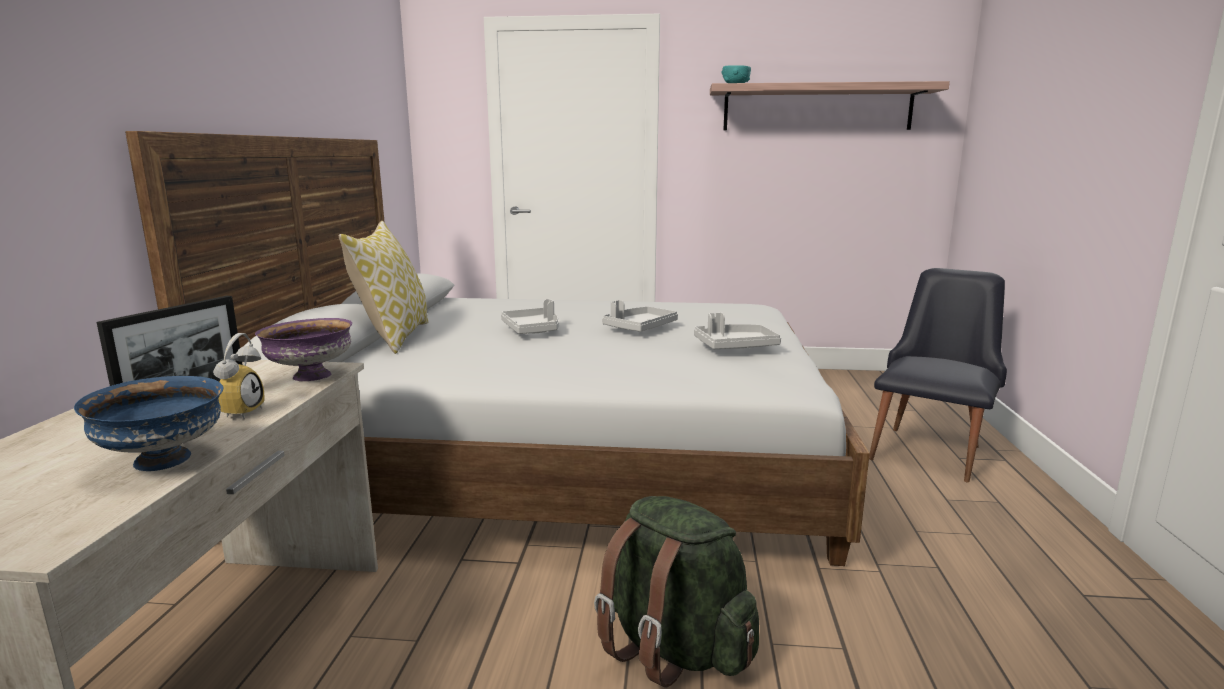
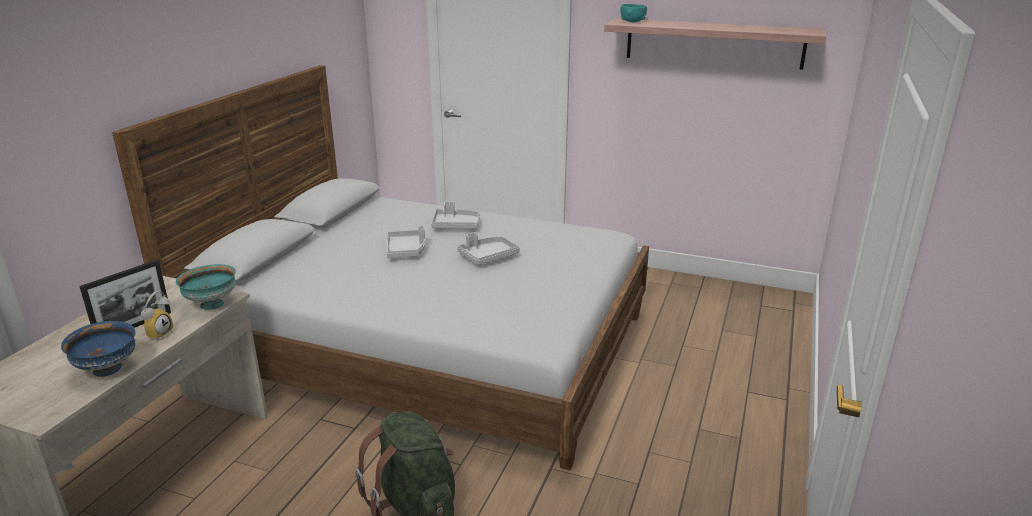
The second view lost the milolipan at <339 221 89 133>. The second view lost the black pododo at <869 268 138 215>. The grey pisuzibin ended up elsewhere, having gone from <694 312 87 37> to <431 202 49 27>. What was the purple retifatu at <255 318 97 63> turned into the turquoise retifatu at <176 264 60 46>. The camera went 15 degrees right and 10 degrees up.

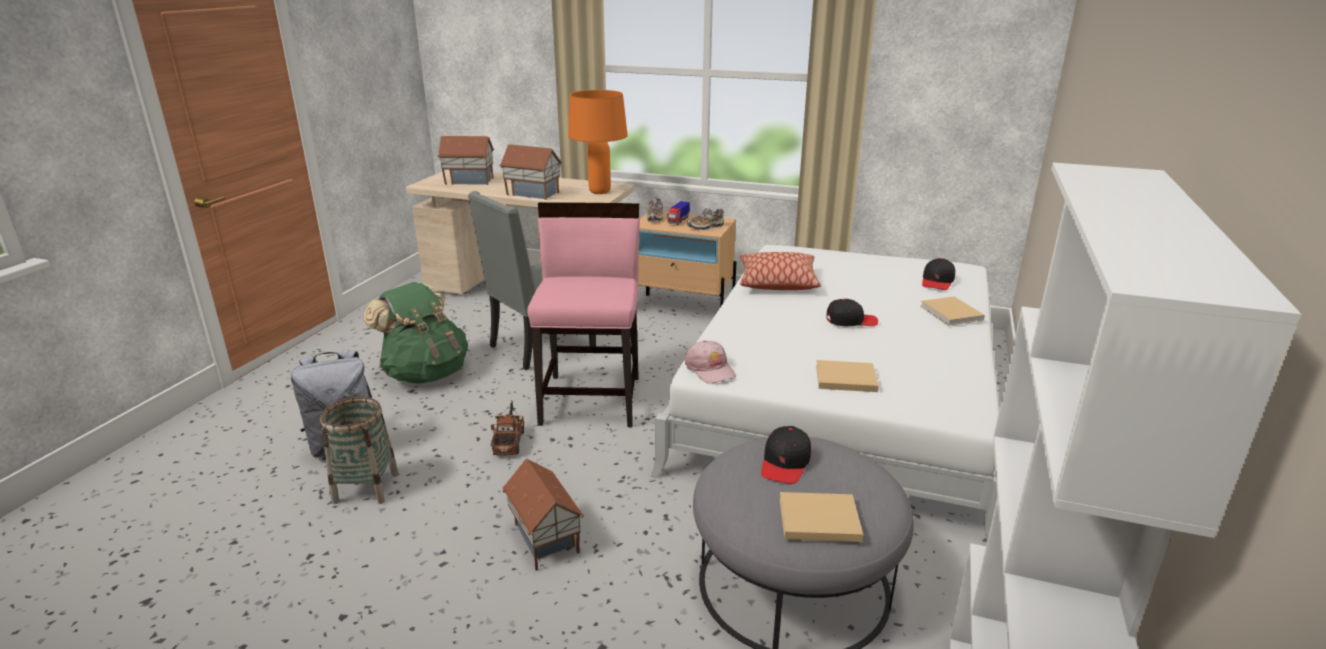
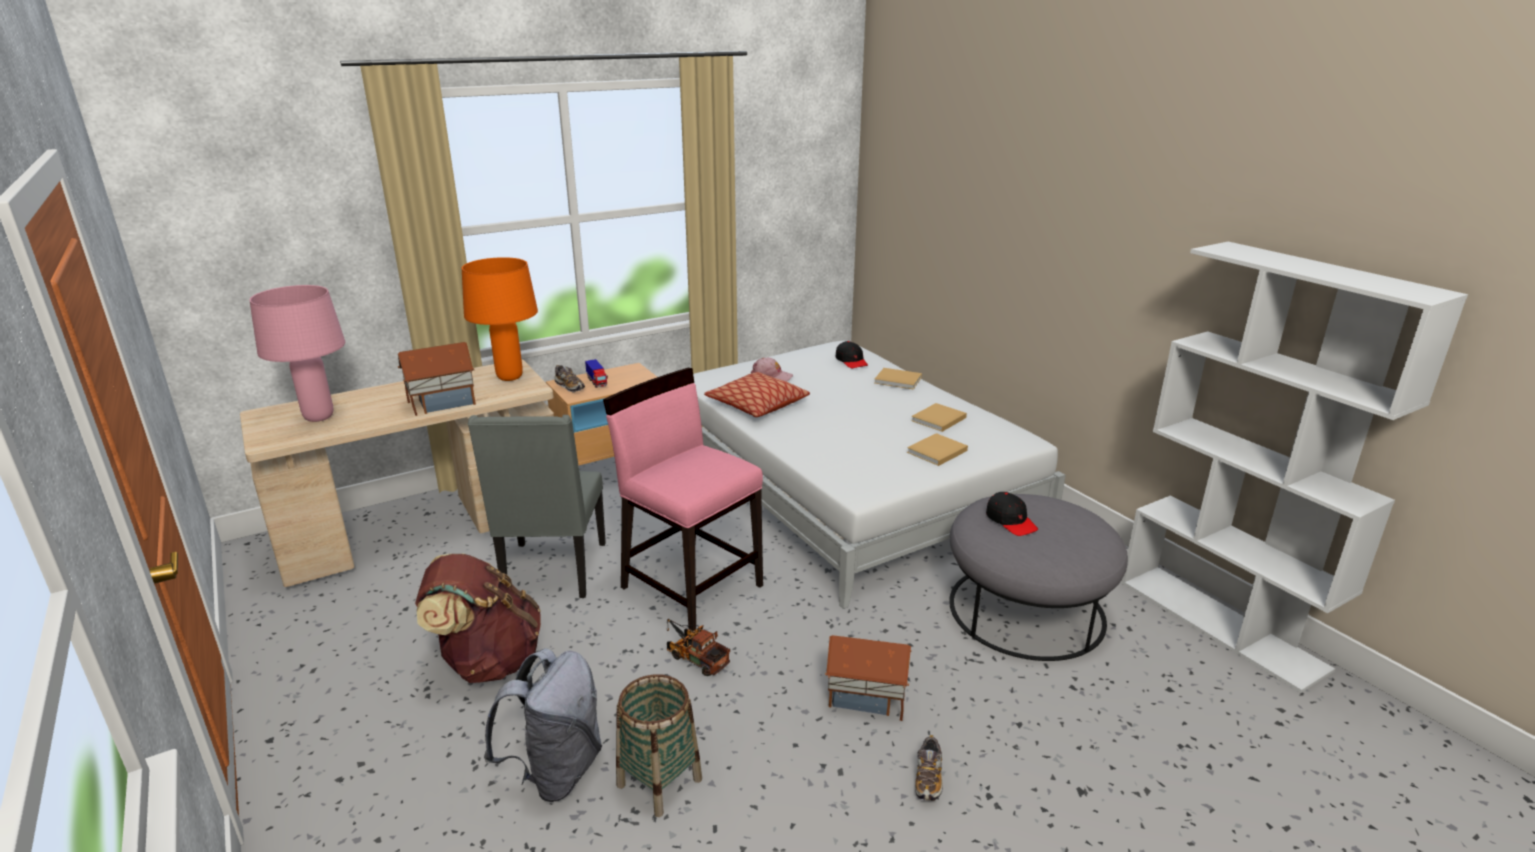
Where the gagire stood at <437 136 57 49>, the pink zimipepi came to stand at <249 285 96 137>. The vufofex ended up elsewhere, having gone from <687 208 37 22> to <915 735 28 66>. What was the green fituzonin at <364 282 104 102> turned into the brown fituzonin at <415 554 126 129>. The second view lost the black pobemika at <826 299 52 27>. The pink pobemika ended up elsewhere, having gone from <685 340 51 43> to <751 358 42 23>. The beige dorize ended up elsewhere, having gone from <779 492 84 50> to <911 403 56 29>. The camera went 50 degrees left and 0 degrees up.

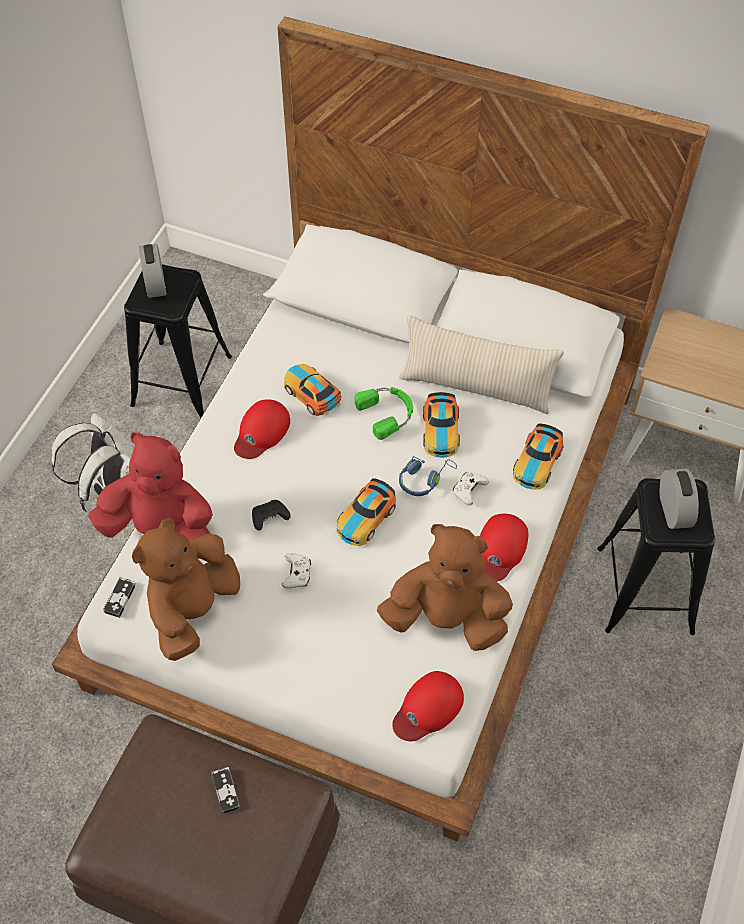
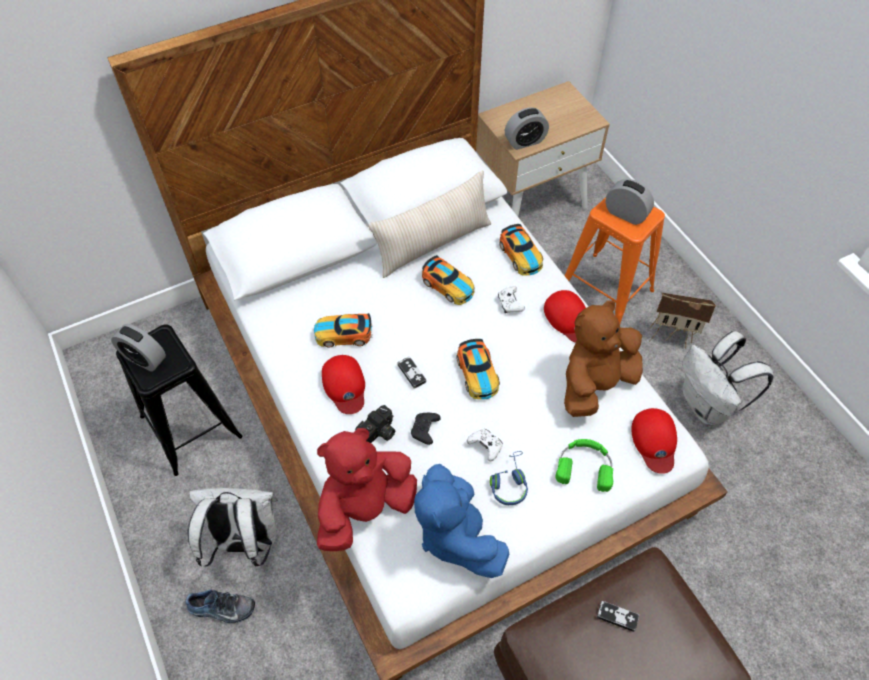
The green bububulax ended up elsewhere, having gone from <355 387 58 53> to <555 439 58 53>. The blue bububulax ended up elsewhere, having gone from <399 456 58 40> to <490 451 38 54>. What was the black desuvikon at <597 478 118 157> turned into the orange desuvikon at <565 197 100 127>. What was the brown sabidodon at <132 518 108 143> turned into the blue sabidodon at <414 464 95 114>. The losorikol ended up elsewhere, having gone from <103 577 33 41> to <397 356 29 33>. The second view gained the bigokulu at <505 107 44 43>. The second view gained the gagire at <649 293 67 56>. The second view gained the white fituzonin at <682 331 92 94>. The second view gained the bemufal at <355 405 40 38>. The second view gained the vufofex at <186 589 69 34>. The camera went 50 degrees left and 0 degrees up.

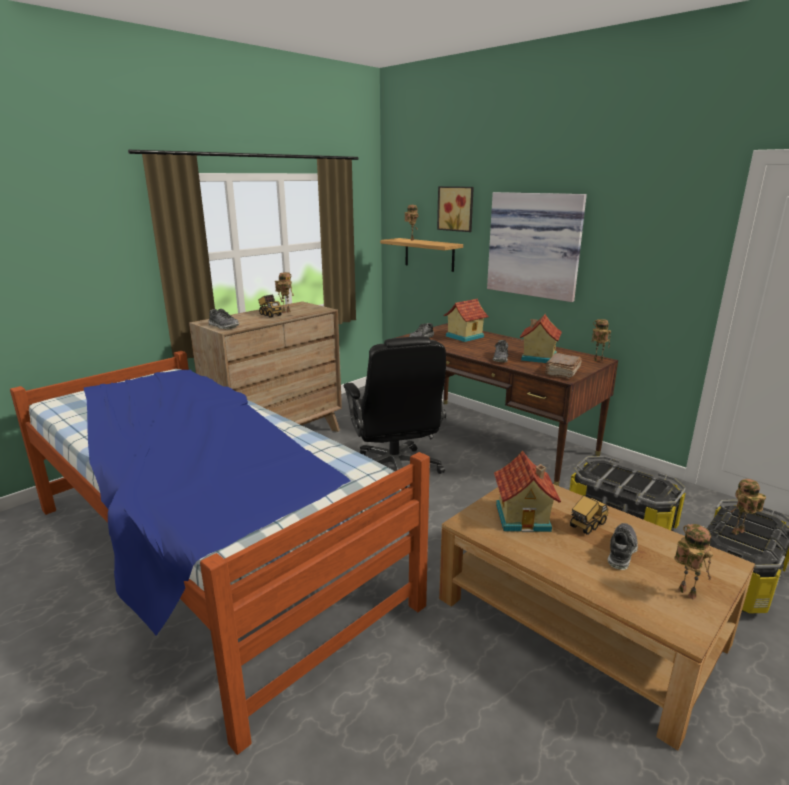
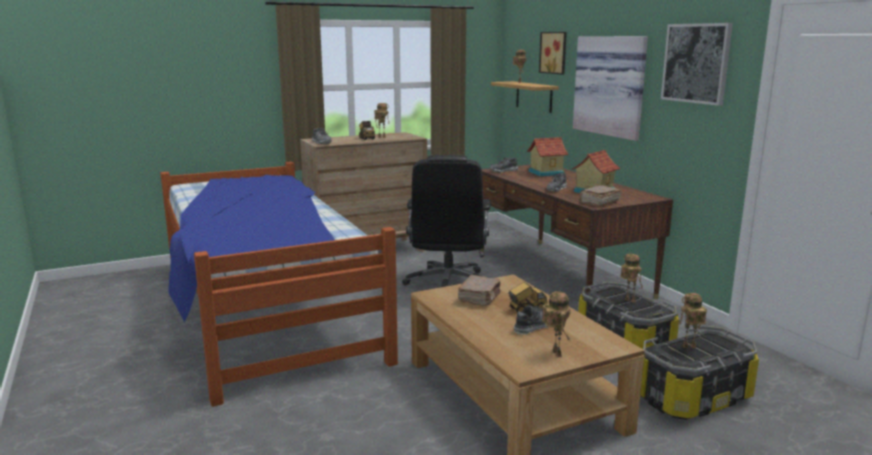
The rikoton ended up elsewhere, having gone from <591 319 20 43> to <621 254 22 49>. Where the gagire stood at <494 451 67 81>, the brown dorize came to stand at <458 275 43 31>. The second view gained the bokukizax at <661 23 72 83>. The camera went 20 degrees right and 5 degrees down.

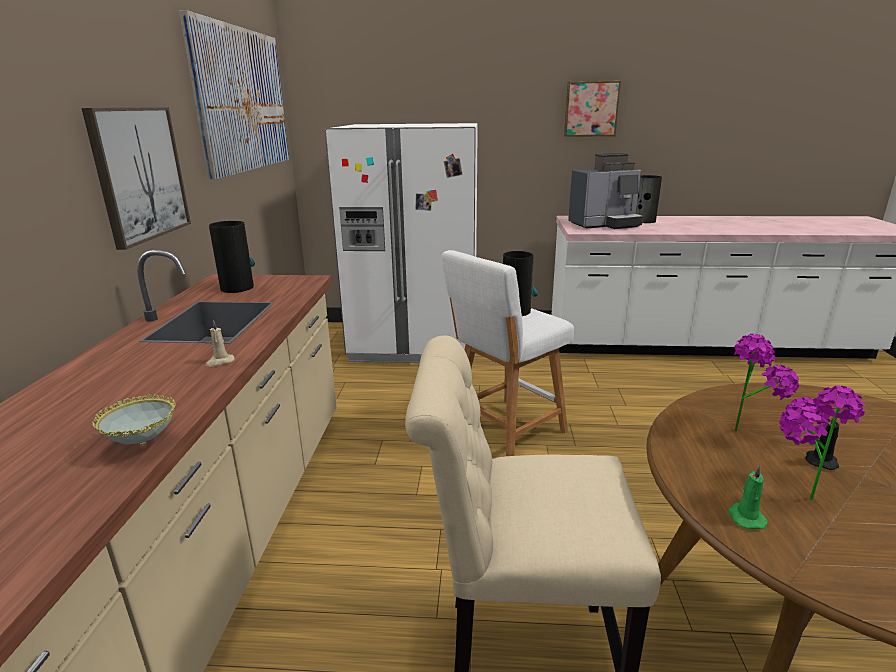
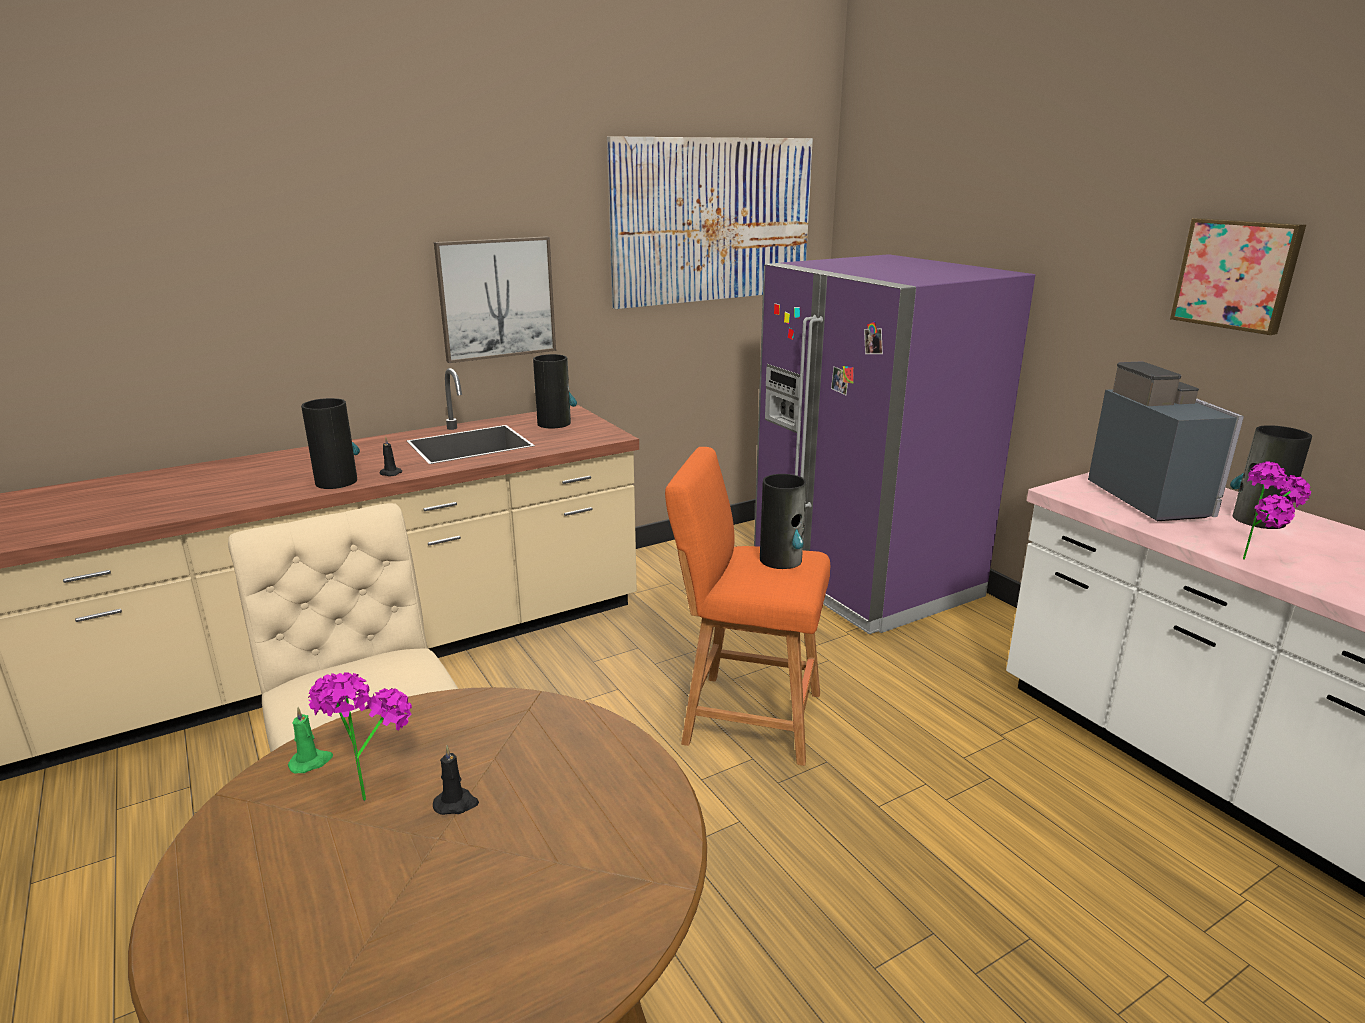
What was the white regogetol at <325 123 153 240> turned into the purple regogetol at <754 254 281 380>. The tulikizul at <568 153 75 76> ended up facing another way, 135 degrees counterclockwise from before. What was the white desuvikon at <441 250 133 206> turned into the orange desuvikon at <665 447 165 319>. What was the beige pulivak at <206 320 29 47> turned into the black pulivak at <380 437 22 39>. The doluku ended up elsewhere, having gone from <734 334 65 97> to <1243 461 68 99>. The second view lost the retifatu at <92 394 84 52>. The second view gained the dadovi at <301 398 59 91>. The camera went 55 degrees right and 0 degrees up.

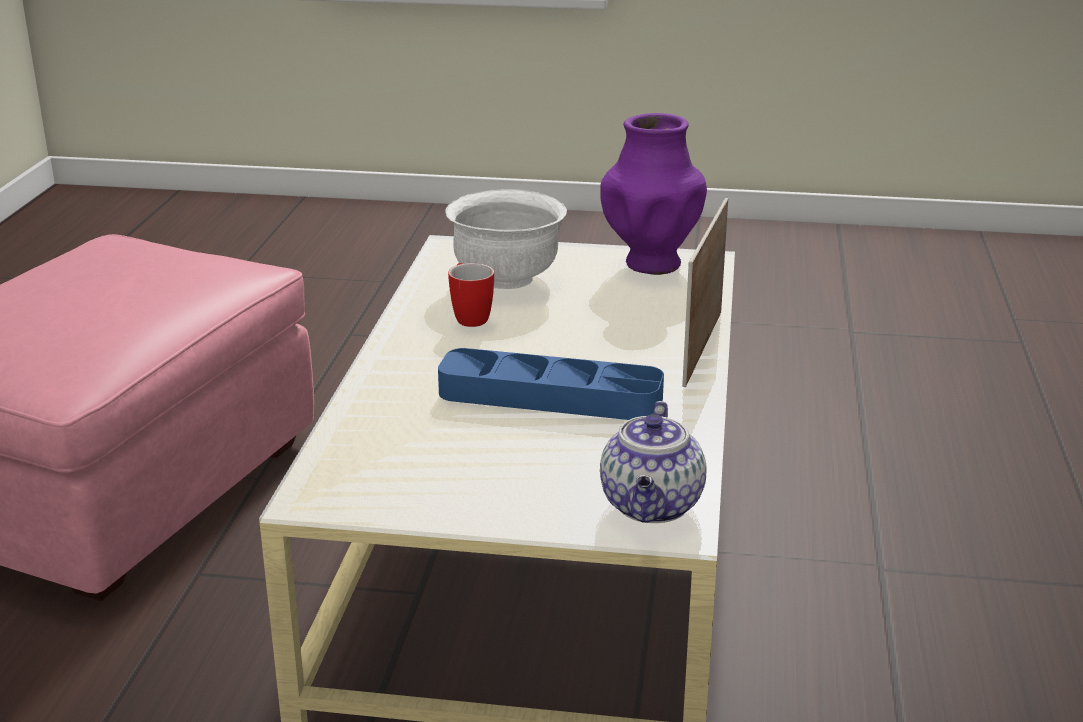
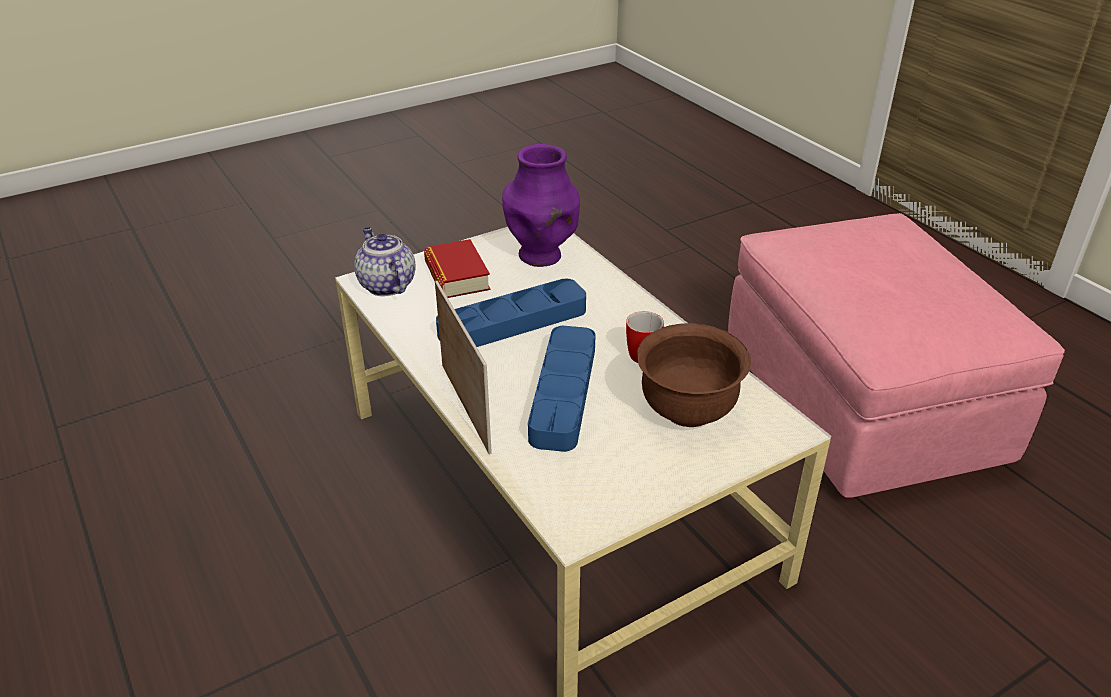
The purple dadovi ended up elsewhere, having gone from <600 113 107 162> to <502 144 78 123>. What was the white retifatu at <445 189 122 100> turned into the brown retifatu at <637 323 114 104>. The second view gained the dorize at <424 239 66 59>. The second view gained the blue pisuzibin at <528 326 68 126>. The camera went 140 degrees right and 10 degrees up.

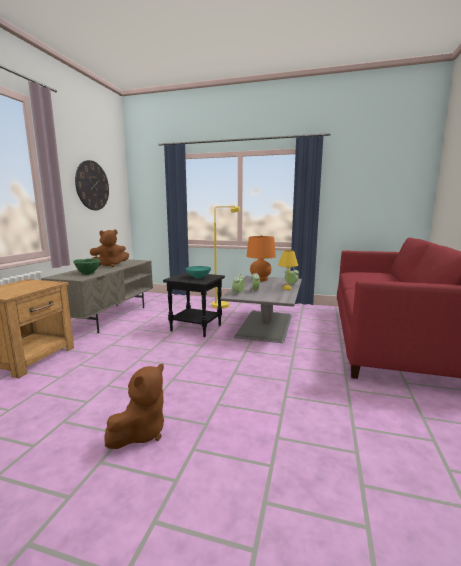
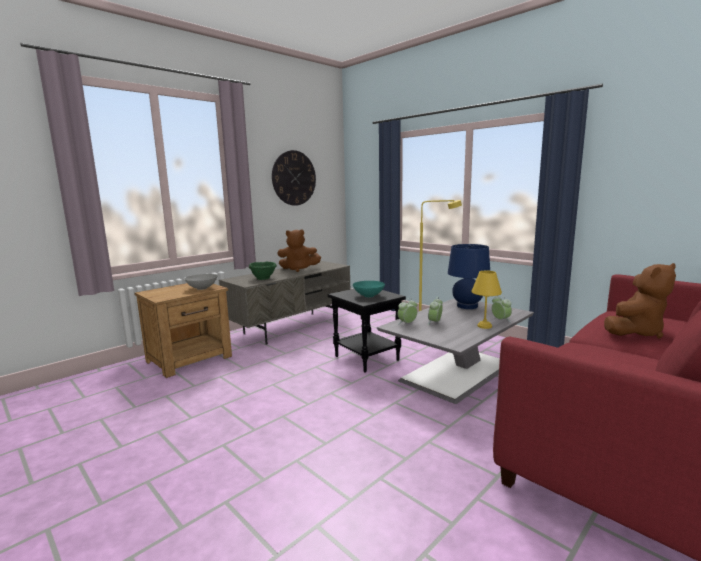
What was the orange zimipepi at <247 235 29 46> turned into the blue zimipepi at <448 244 42 65>. The brown sabidodon ended up elsewhere, having gone from <105 364 59 85> to <604 263 72 75>. The second view gained the grey retifatu at <185 274 32 16>. The camera went 30 degrees right and 0 degrees up.

